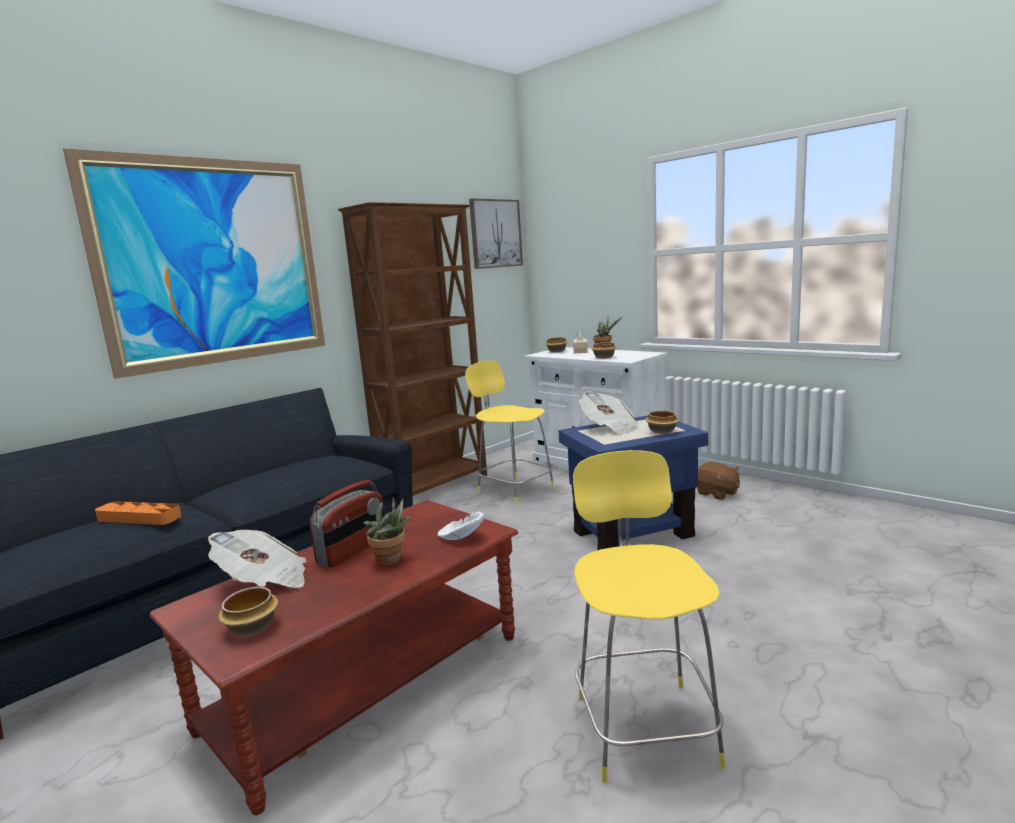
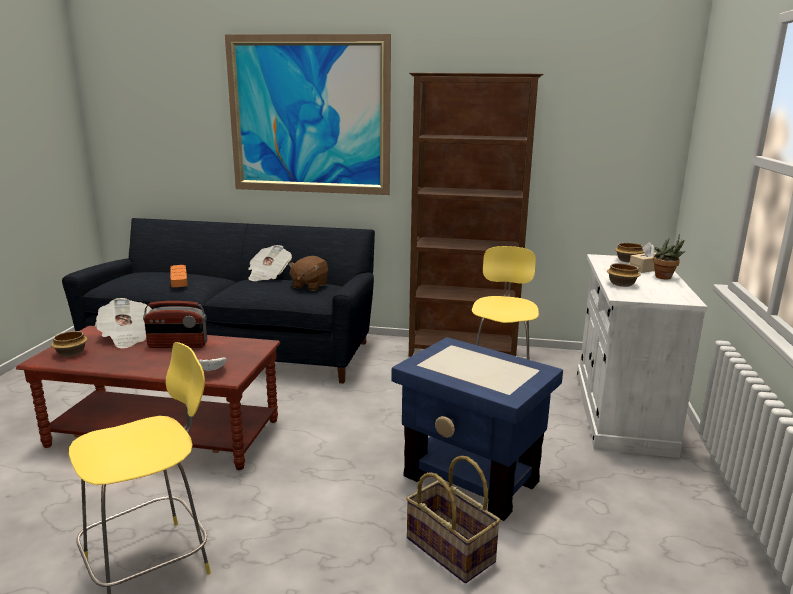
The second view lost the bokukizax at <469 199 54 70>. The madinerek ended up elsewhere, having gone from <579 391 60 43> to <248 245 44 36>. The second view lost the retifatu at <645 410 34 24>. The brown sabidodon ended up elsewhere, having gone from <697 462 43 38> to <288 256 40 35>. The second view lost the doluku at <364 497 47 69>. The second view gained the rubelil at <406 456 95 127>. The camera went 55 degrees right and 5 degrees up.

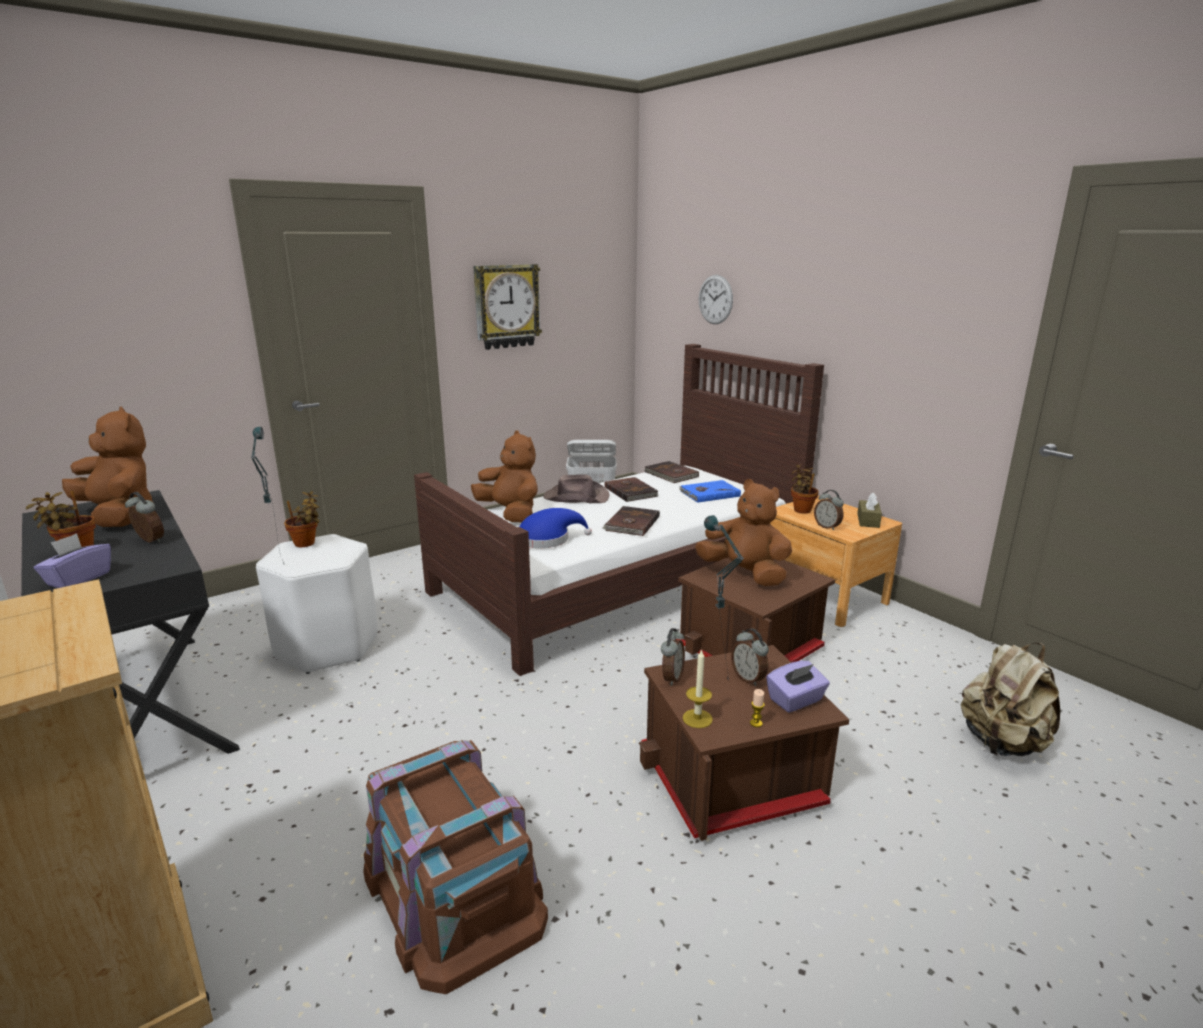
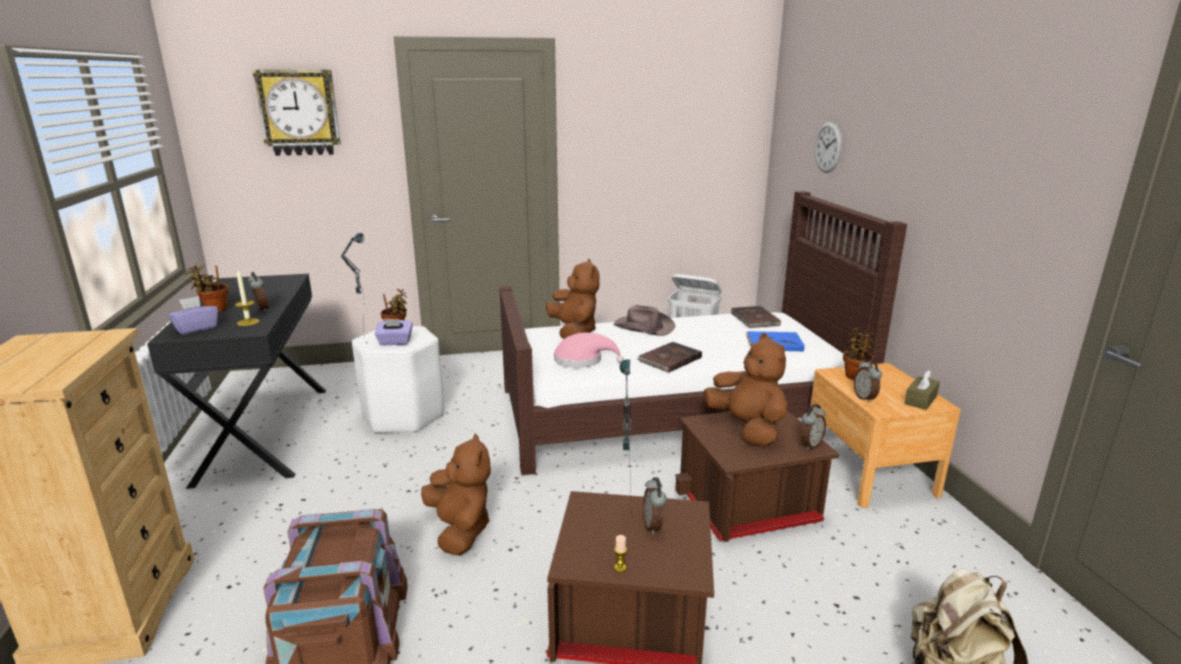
The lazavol ended up elsewhere, having gone from <473 264 69 86> to <253 70 88 86>. The brown sabidodon ended up elsewhere, having gone from <62 406 92 121> to <421 433 70 122>. The second view lost the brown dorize at <604 477 54 25>. What was the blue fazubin at <519 508 73 40> turned into the pink fazubin at <554 332 70 36>. The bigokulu ended up elsewhere, having gone from <661 628 24 58> to <800 404 26 46>. The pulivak ended up elsewhere, having gone from <683 649 30 79> to <235 270 24 56>. The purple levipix ended up elsewhere, having gone from <766 661 64 51> to <375 319 38 26>. The camera went 25 degrees right and 0 degrees up.

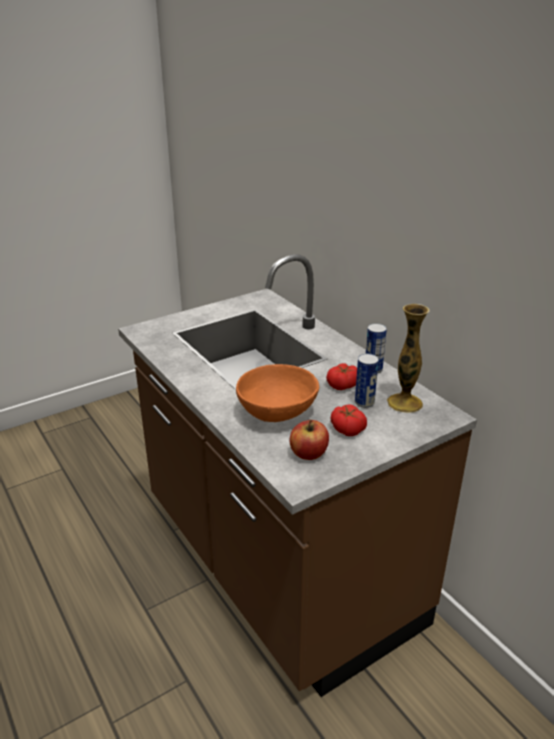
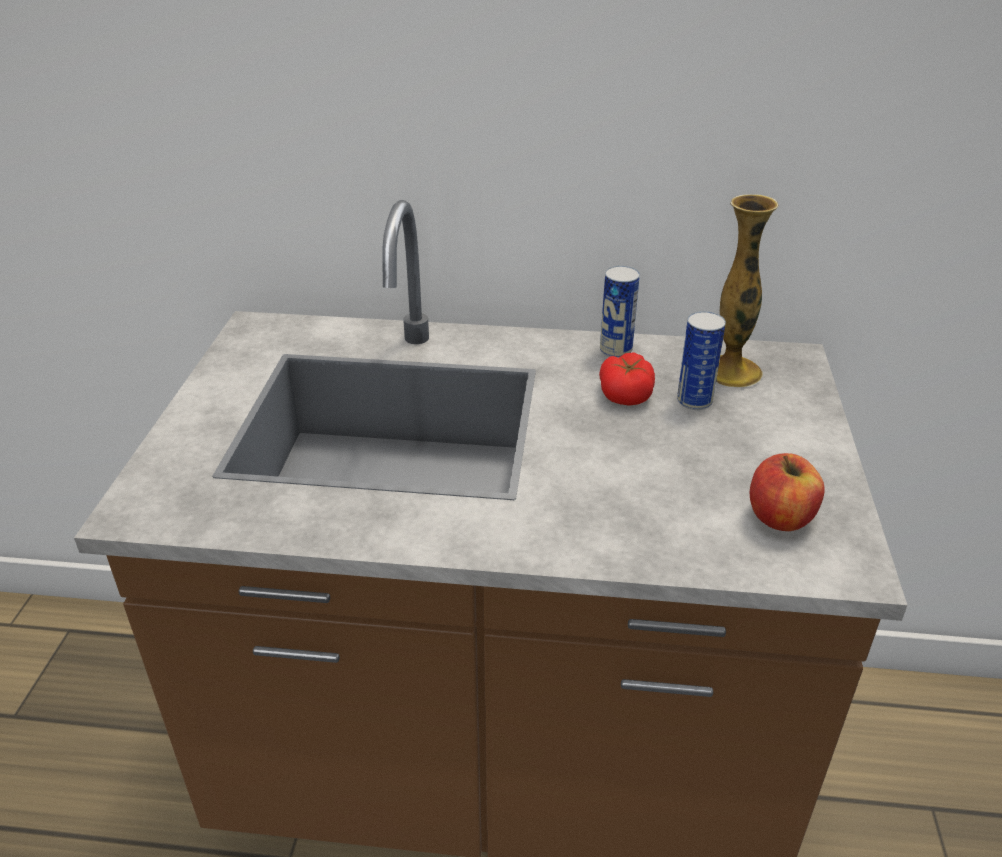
The second view lost the orange retifatu at <236 364 83 58>. The second view lost the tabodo at <330 404 37 32>. The camera went 50 degrees left and 5 degrees up.

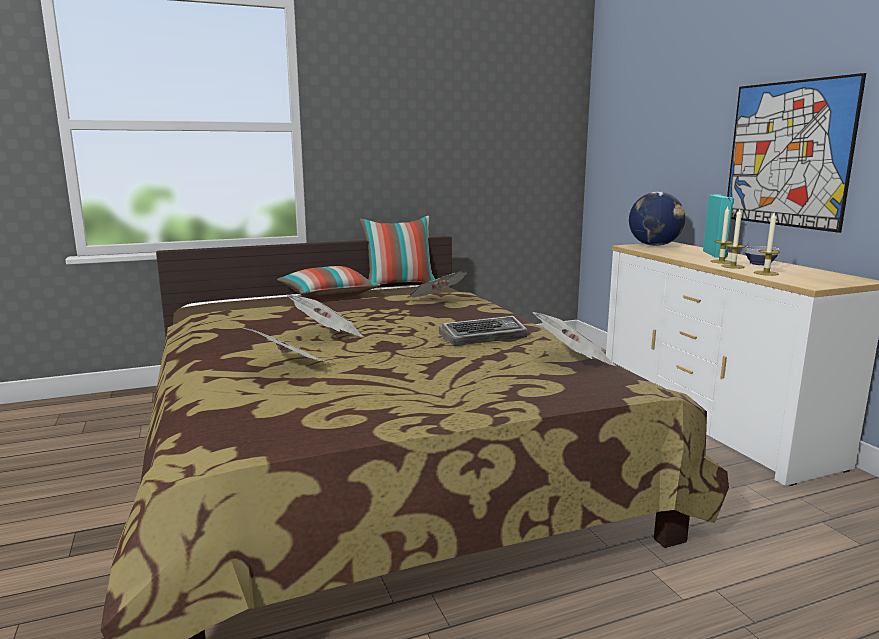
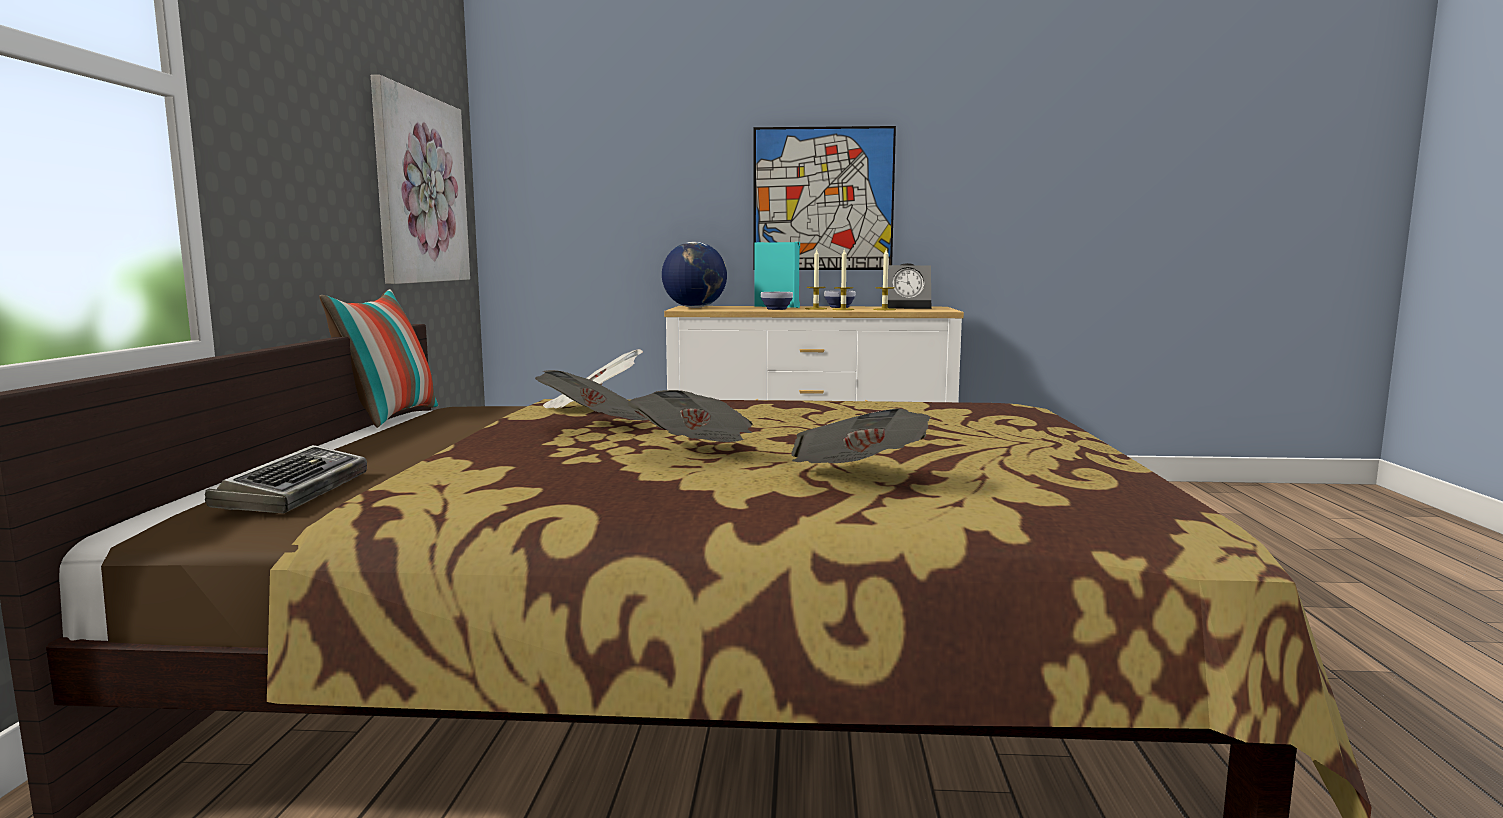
The second view lost the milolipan at <277 266 103 35>. The madinerek ended up elsewhere, having gone from <533 312 83 54> to <535 370 113 50>. The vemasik ended up elsewhere, having gone from <438 316 90 30> to <205 445 162 69>. The second view gained the bokukizax at <371 75 99 209>. The second view gained the bigokulu at <888 263 43 46>. The second view gained the retifatu at <761 292 32 18>. The camera went 65 degrees left and 5 degrees down.

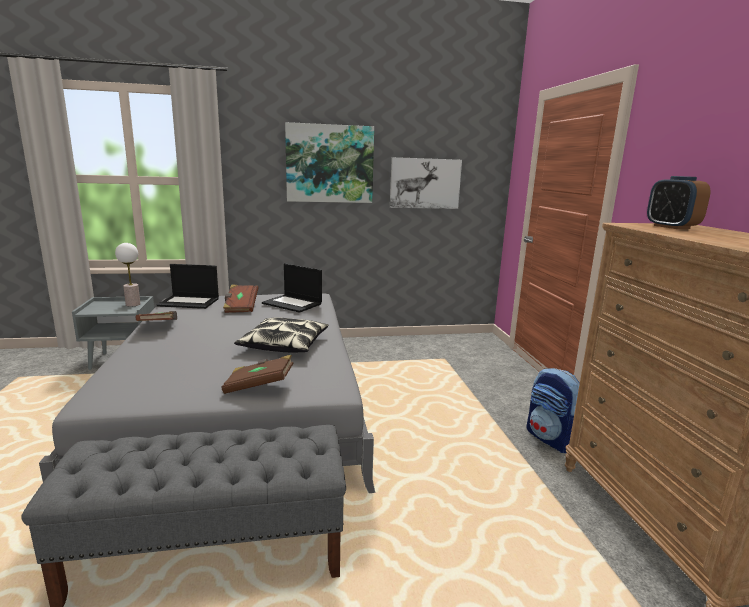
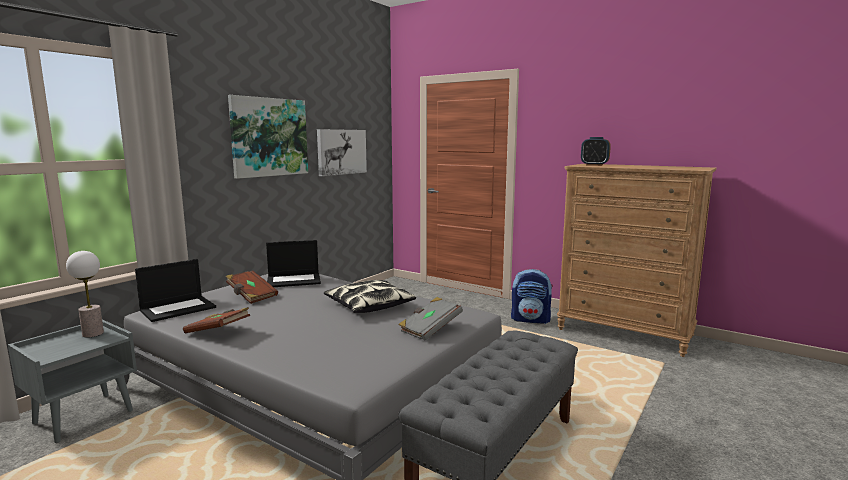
What was the brown dorize at <221 355 73 39> turned into the grey dorize at <399 297 64 44>. The camera went 45 degrees left and 5 degrees down.

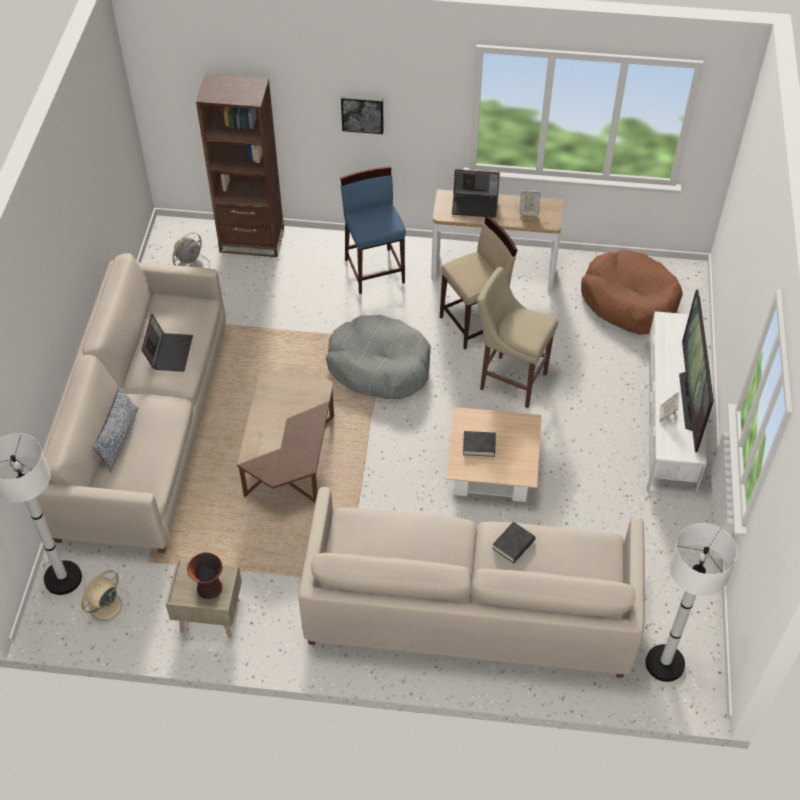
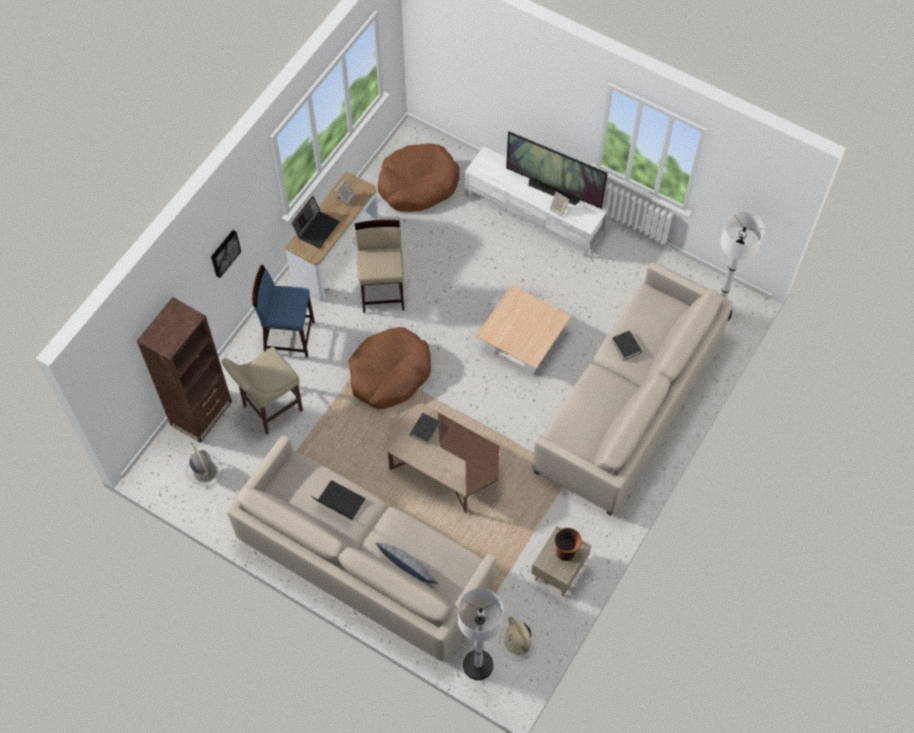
The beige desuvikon ended up elsewhere, having gone from <477 267 81 141> to <222 347 81 88>. What was the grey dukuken at <326 315 105 84> turned into the brown dukuken at <349 327 82 82>. The black dorize ended up elsewhere, having gone from <463 431 33 26> to <410 413 30 31>. The camera went 65 degrees left and 10 degrees up.

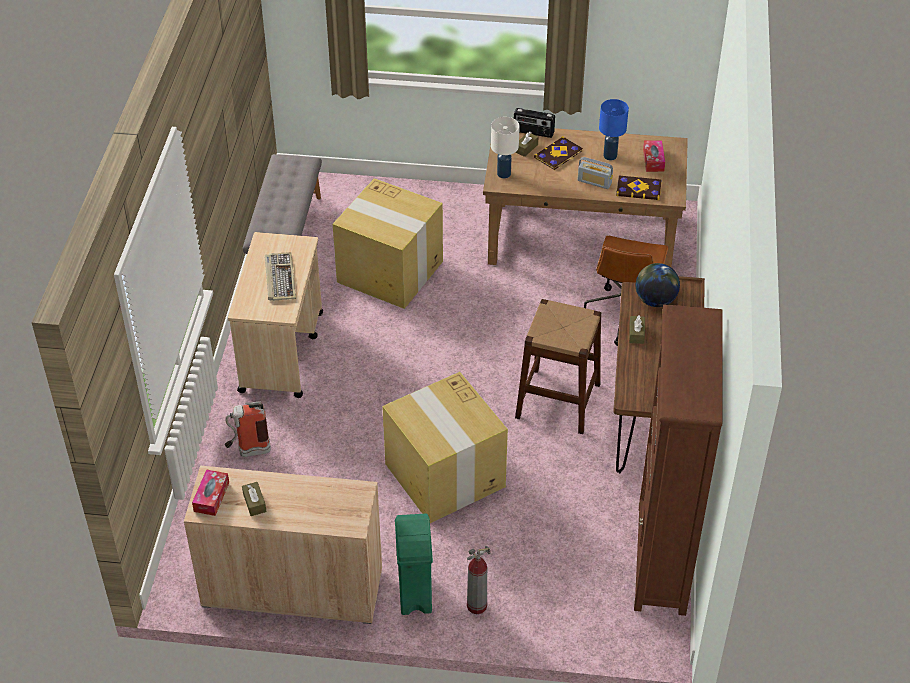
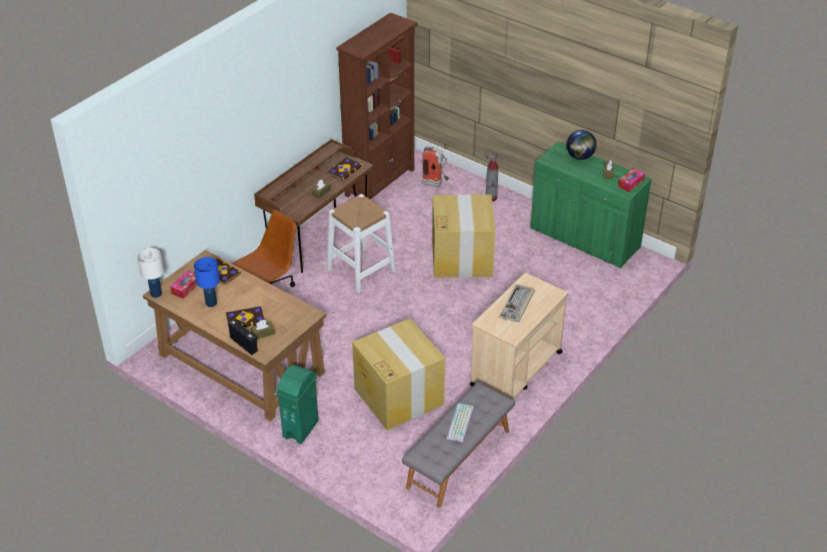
The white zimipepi ended up elsewhere, having gone from <491 117 29 62> to <137 248 27 50>. The second view lost the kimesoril at <578 157 35 32>. The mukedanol ended up elsewhere, having gone from <636 263 44 44> to <567 130 30 30>. What was the brown desuvikon at <515 299 86 135> turned into the white desuvikon at <327 194 69 99>. The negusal ended up elsewhere, having gone from <225 401 46 56> to <422 146 27 41>. What was the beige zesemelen at <184 466 198 158> turned into the green zesemelen at <530 142 122 126>. The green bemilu ended up elsewhere, having gone from <395 514 38 101> to <276 365 42 79>. The second view gained the dorize at <327 157 36 24>. The second view gained the vemasik at <447 403 27 39>. The camera went 150 degrees left and 5 degrees down.

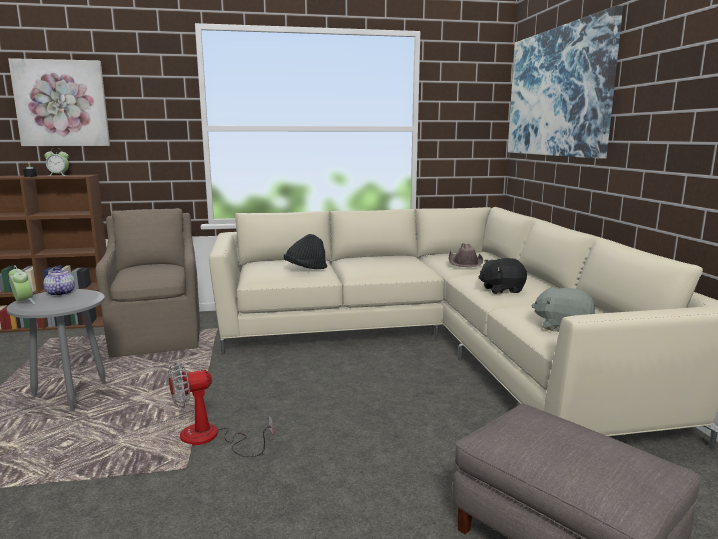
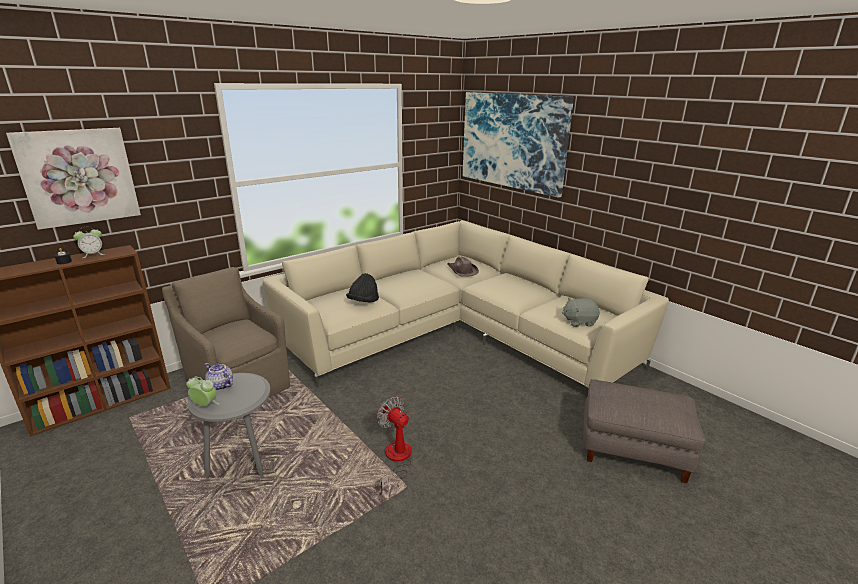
The second view lost the black sabidodon at <479 258 48 36>. The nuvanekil at <169 361 104 96> ended up facing another way, 105 degrees clockwise from before. The camera went 30 degrees left and 10 degrees up.

